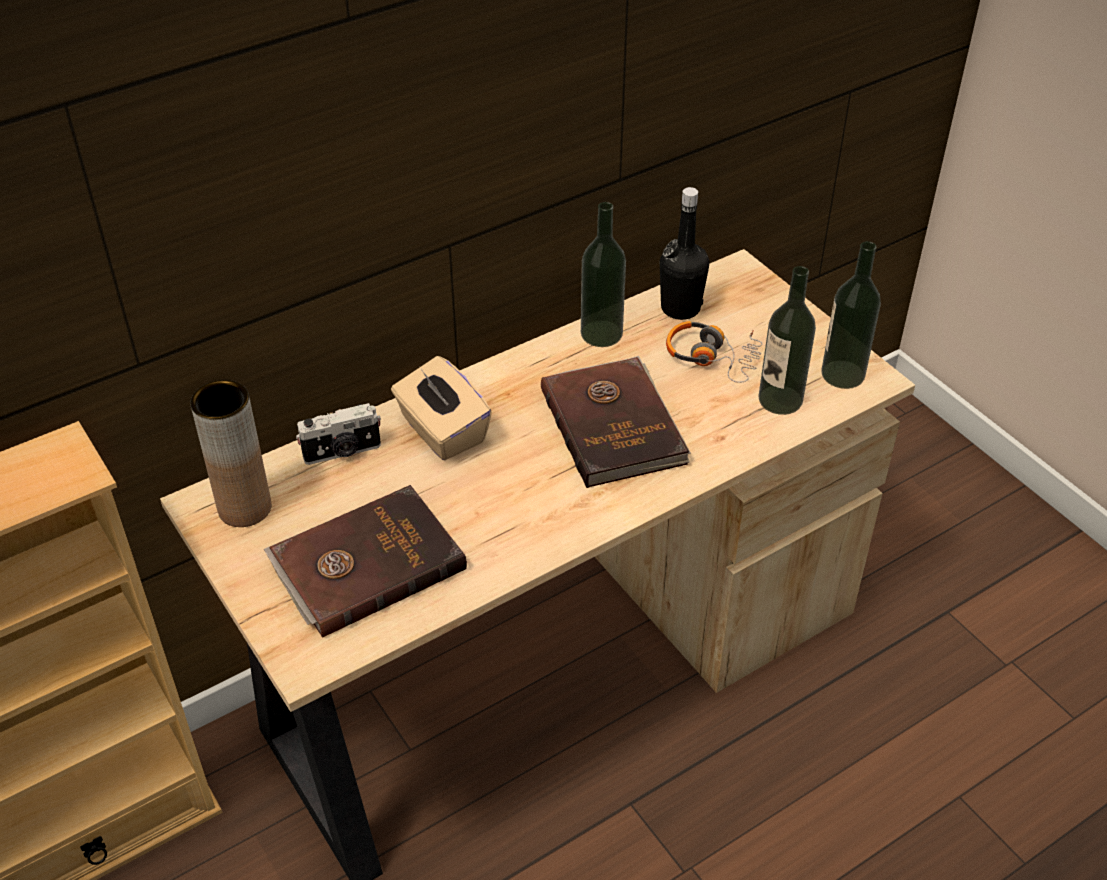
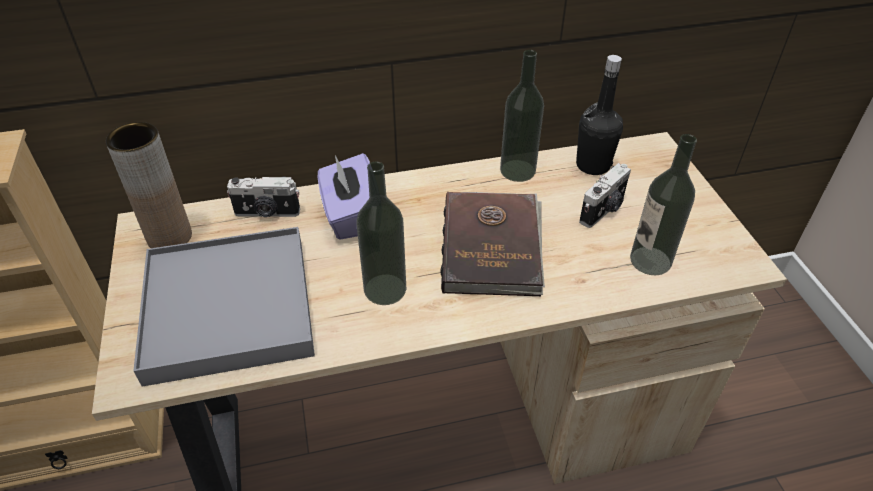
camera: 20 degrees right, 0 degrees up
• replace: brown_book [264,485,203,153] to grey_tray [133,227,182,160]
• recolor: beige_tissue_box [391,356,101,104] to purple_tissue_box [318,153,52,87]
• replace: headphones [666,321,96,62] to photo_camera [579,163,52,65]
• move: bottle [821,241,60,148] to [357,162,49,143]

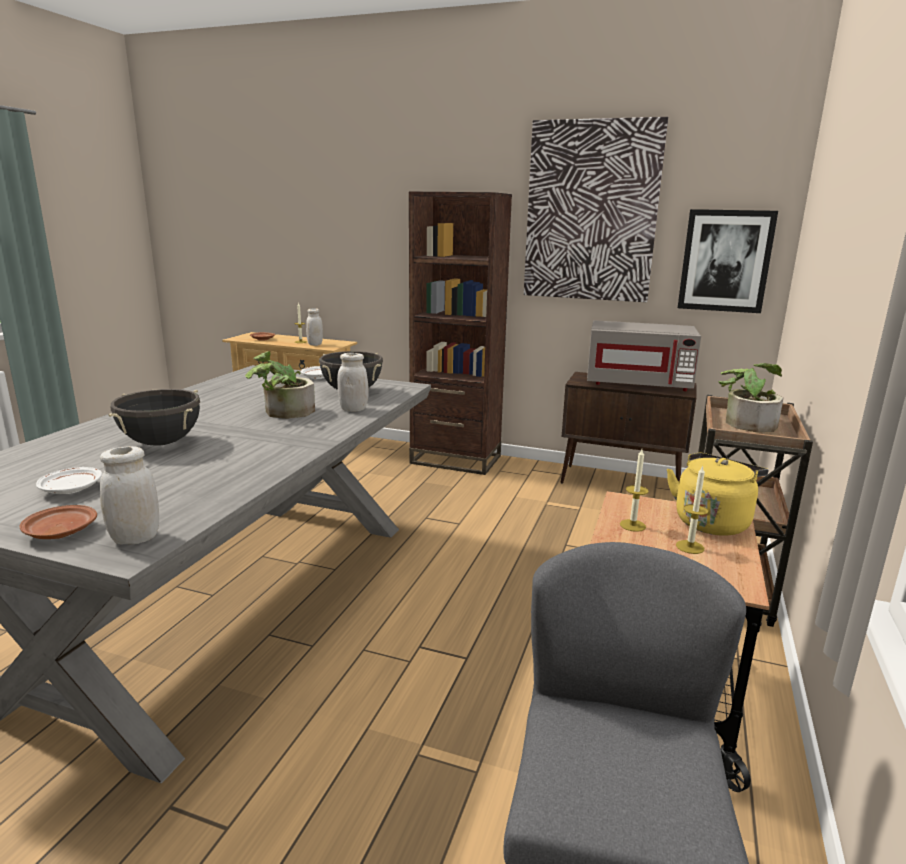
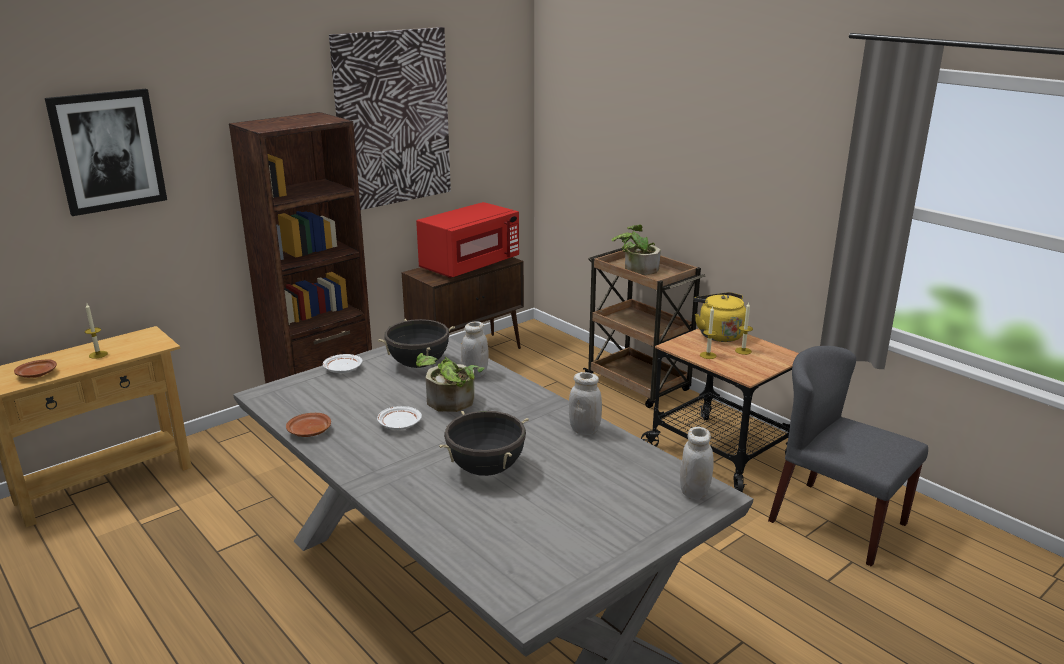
camera: 60 degrees left, 5 degrees up
• move: brown_plate [19,505,78,34] to [286,413,45,24]
• move: white_plate [36,467,66,27] to [377,406,45,24]
• move: white_jar [306,308,17,38] to [569,372,33,63]
• recolor: grey_microwave [587,320,114,71] to red_microwave [416,202,103,76]
• move: picture [678,209,100,104] to [45,89,122,127]

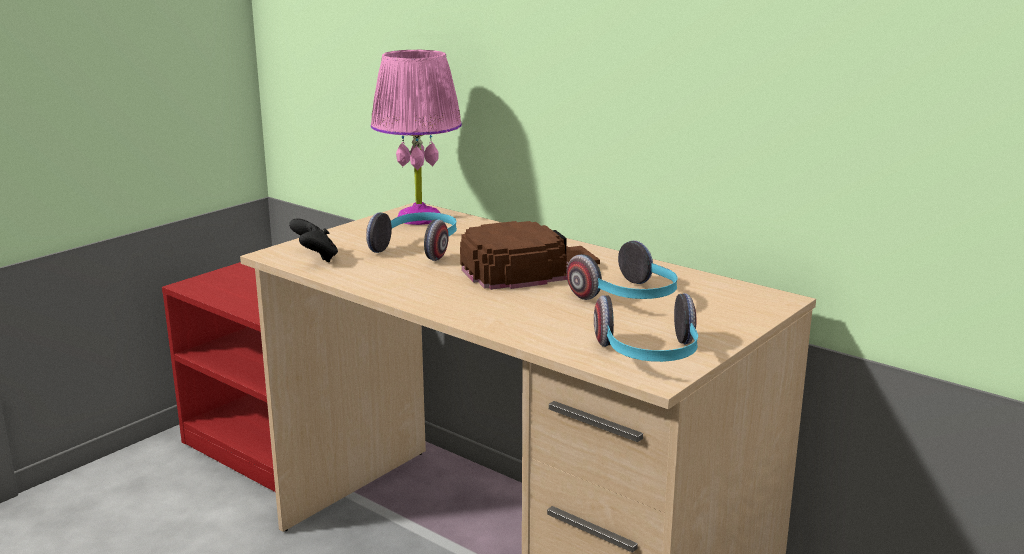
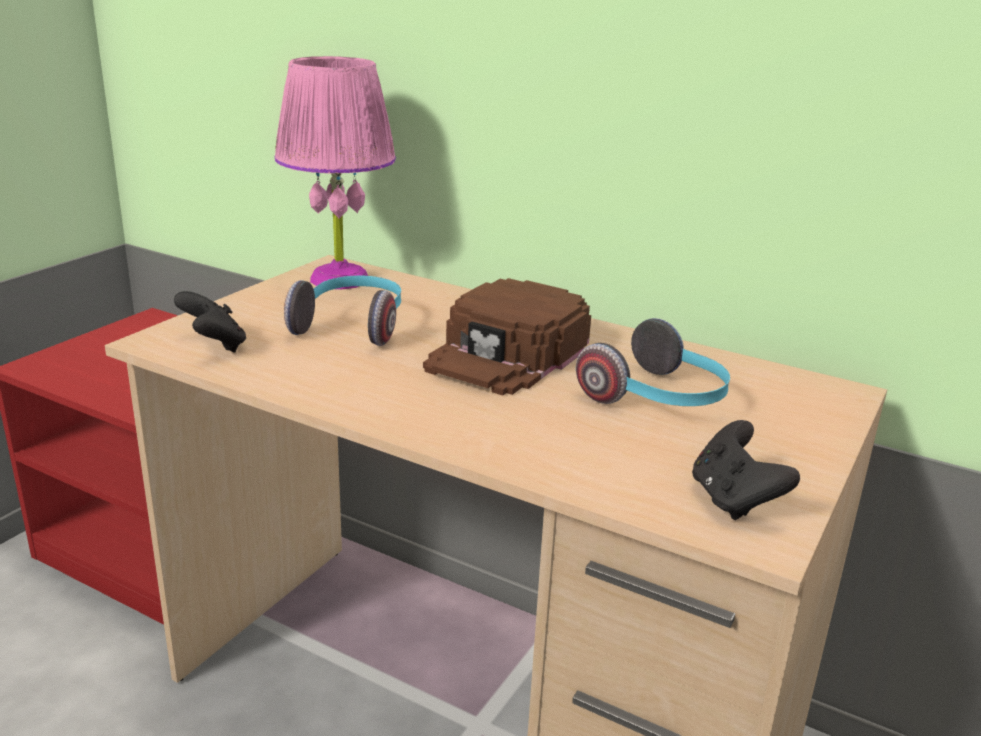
camera: 10 degrees left, 5 degrees up
• rotate: brown_cap [460,221,140,69] = [423,278,168,117] 150 degrees clockwise
• replace: headphones [594,293,104,69] to black_game_controller [692,420,108,100]

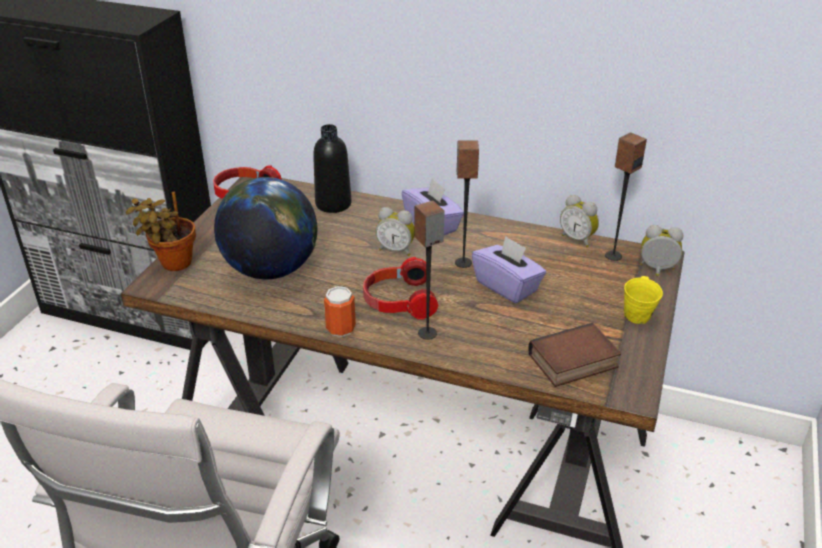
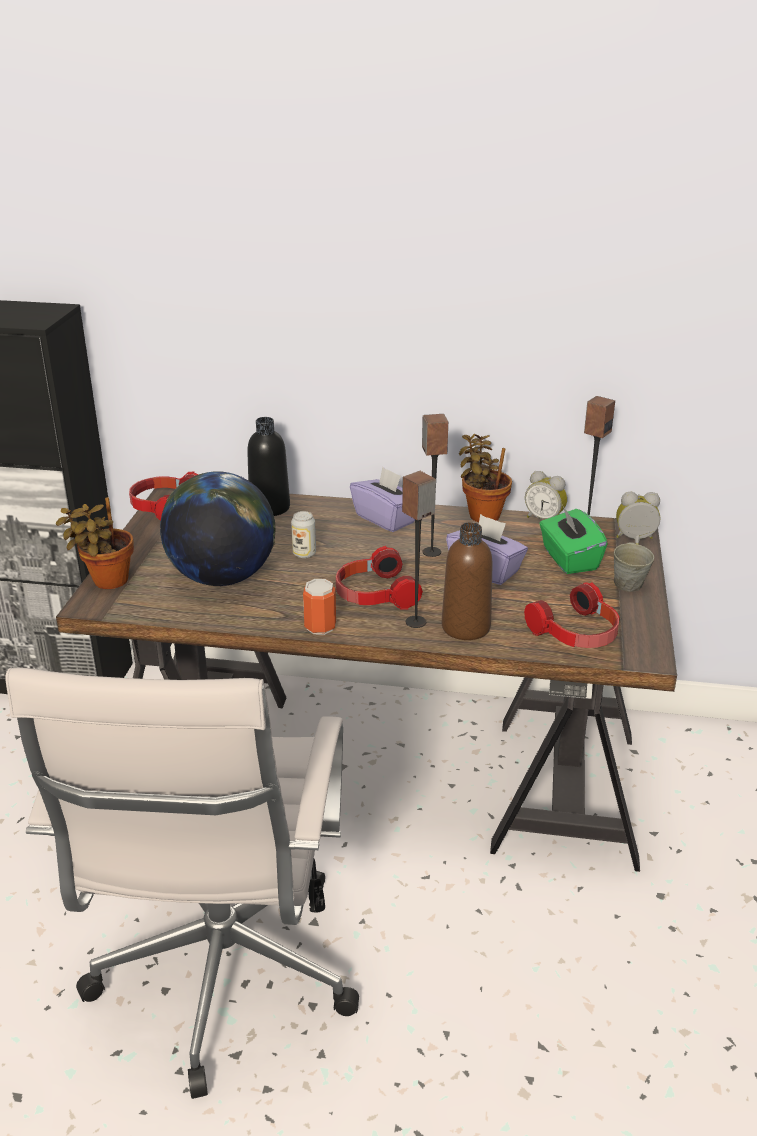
camera: 10 degrees left, 5 degrees down
• delete: alarm_clock [375,207,40,49]
• replace: book [528,323,93,64] to headphones [524,582,96,66]
• recolor: yellow_mug [624,276,39,48] to grey_mug [614,542,40,50]
• insert: can [291,511,25,47]
• insert: brown_bottle [442,522,51,118]
• insert: potted_plant [459,434,53,88]
• insert: green_tissue_box [539,506,69,68]

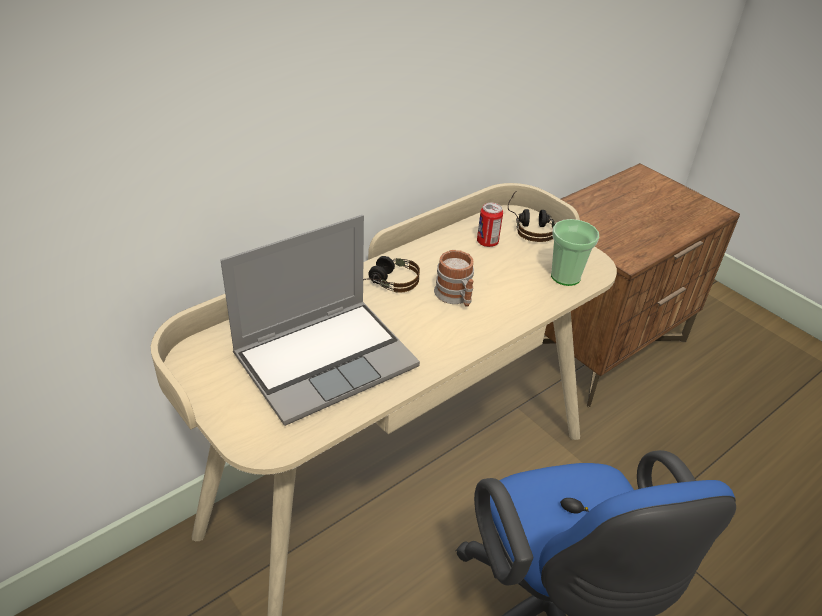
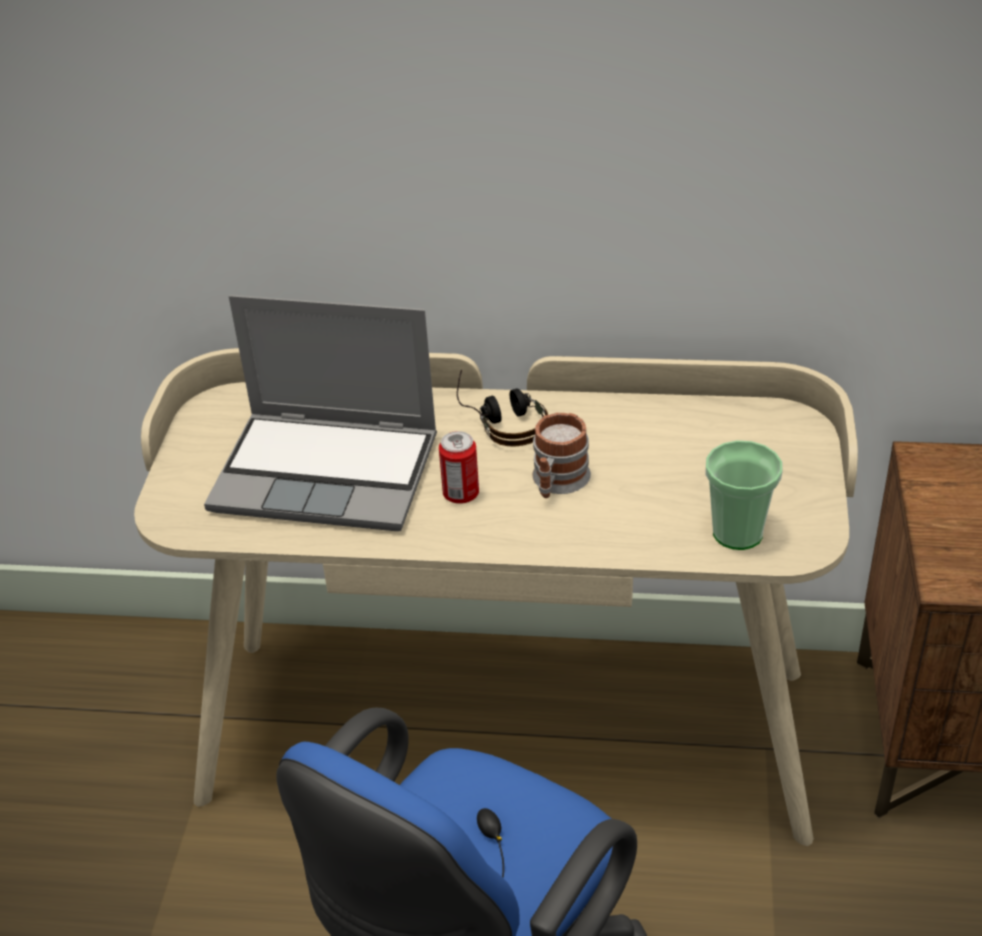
camera: 50 degrees right, 0 degrees up
• move: can [477,203,26,44] to [439,431,40,73]
• delete: headphones [508,191,47,51]

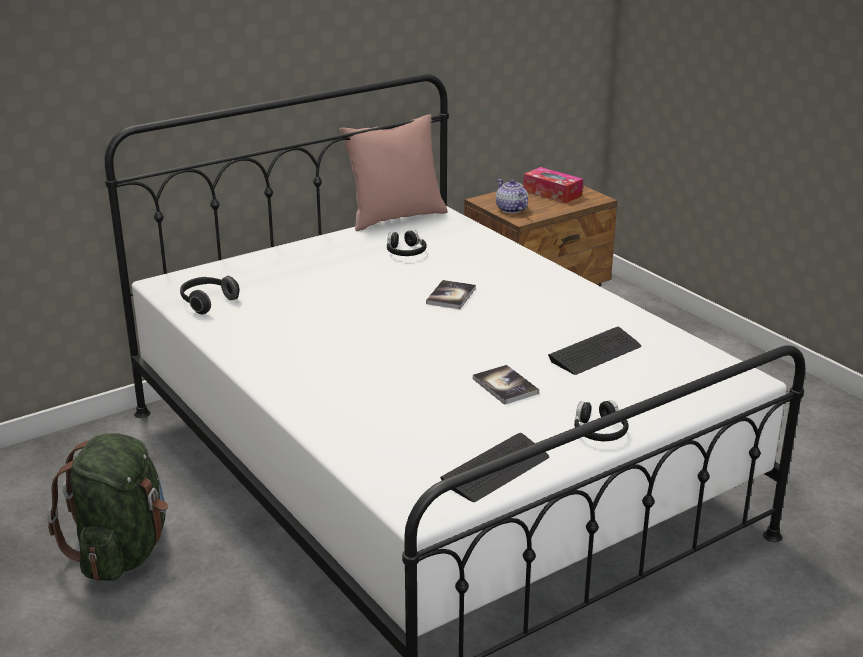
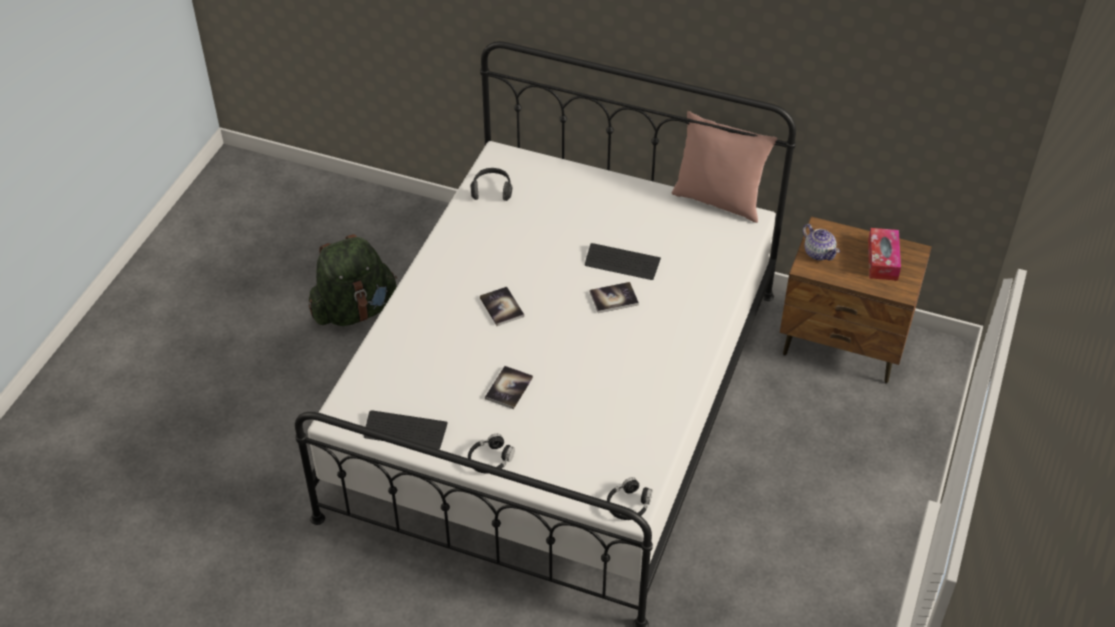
camera: 55 degrees right, 20 degrees up
• move: black_headphones [387,230,40,26] to [607,477,45,43]
• rotate: teapot [496,179,32,34] = [803,224,37,37] 120 degrees clockwise
• move: keyboard [548,327,93,48] to [585,243,76,37]
• insert: book [480,287,44,39]

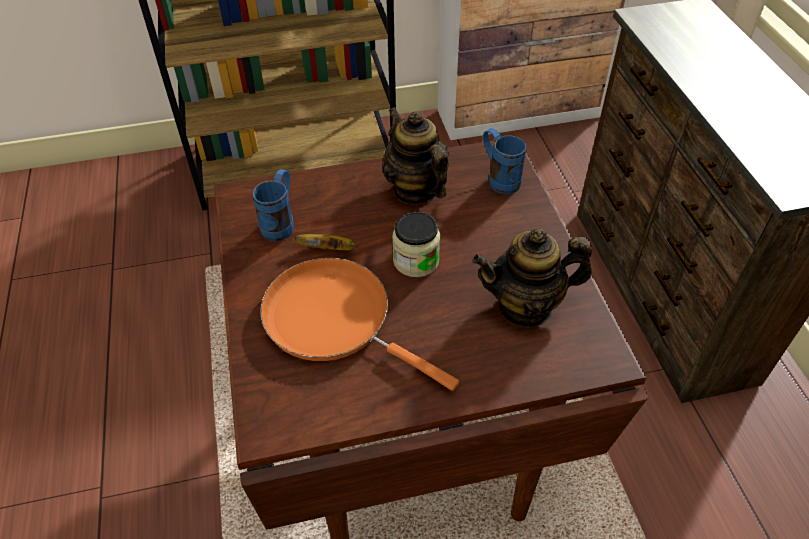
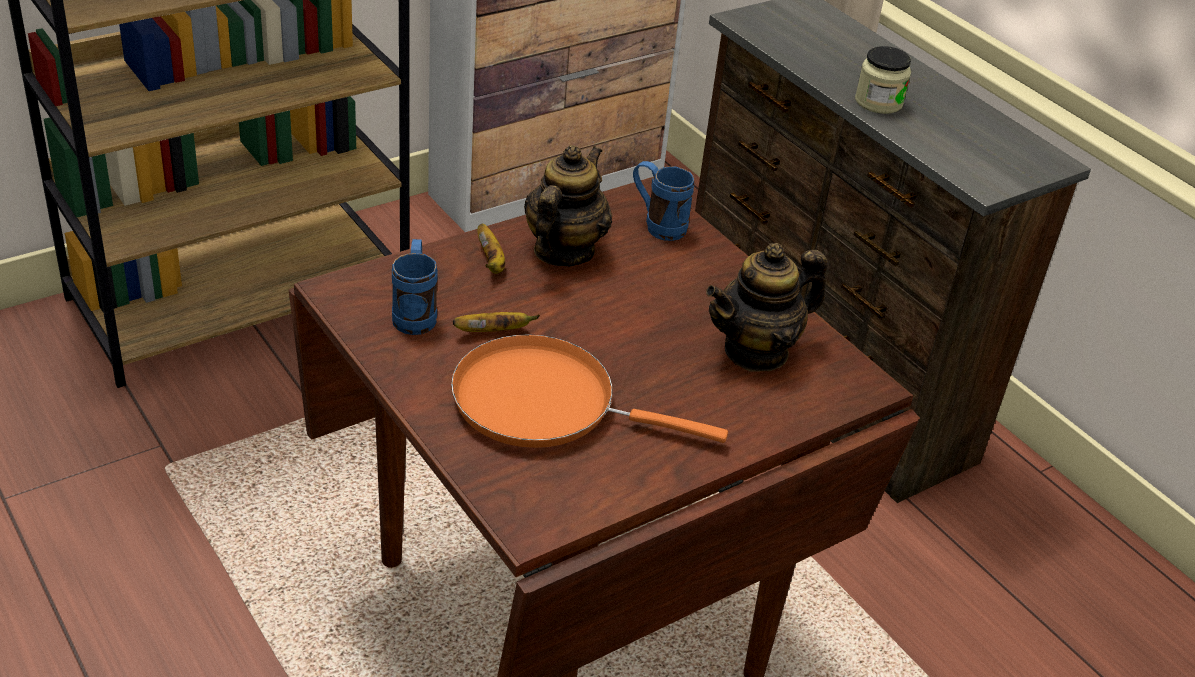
camera: 25 degrees left, 10 degrees down
• rotate: teapot [382,107,67,98] = [524,145,88,121] 75 degrees clockwise
• move: jar [392,212,48,65] to [855,46,56,68]
• insert: banana [478,224,27,50]

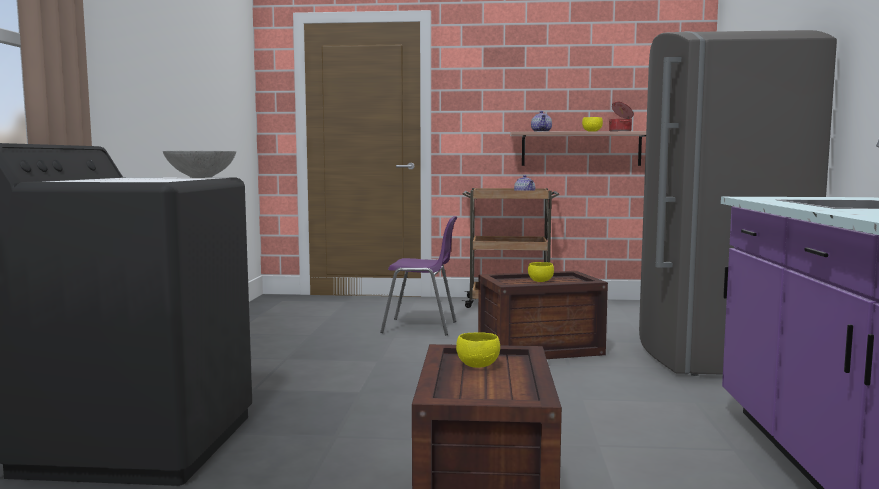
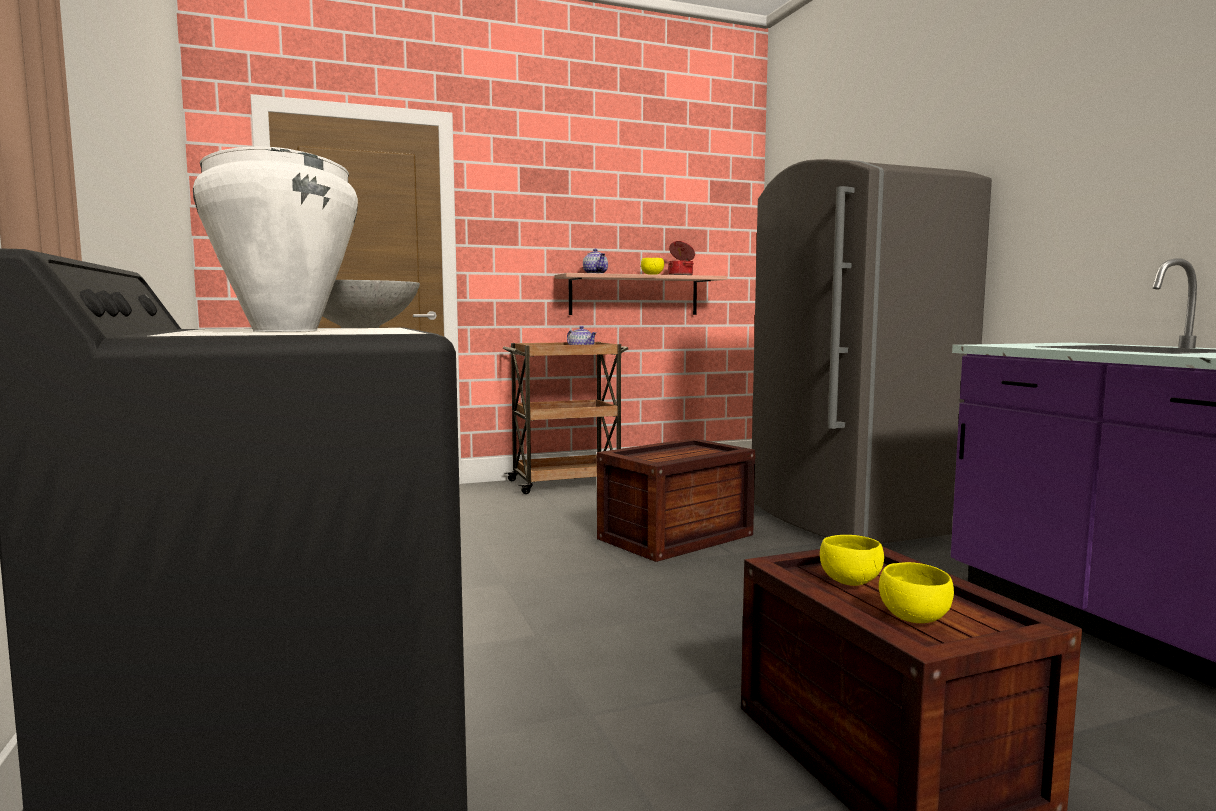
camera: 25 degrees left, 0 degrees up
• delete: purple_chair [380,216,77,119]
• move: yellow_bowl [528,262,26,20] to [879,562,75,61]
• insert: white_cooking_pot [193,147,165,185]

